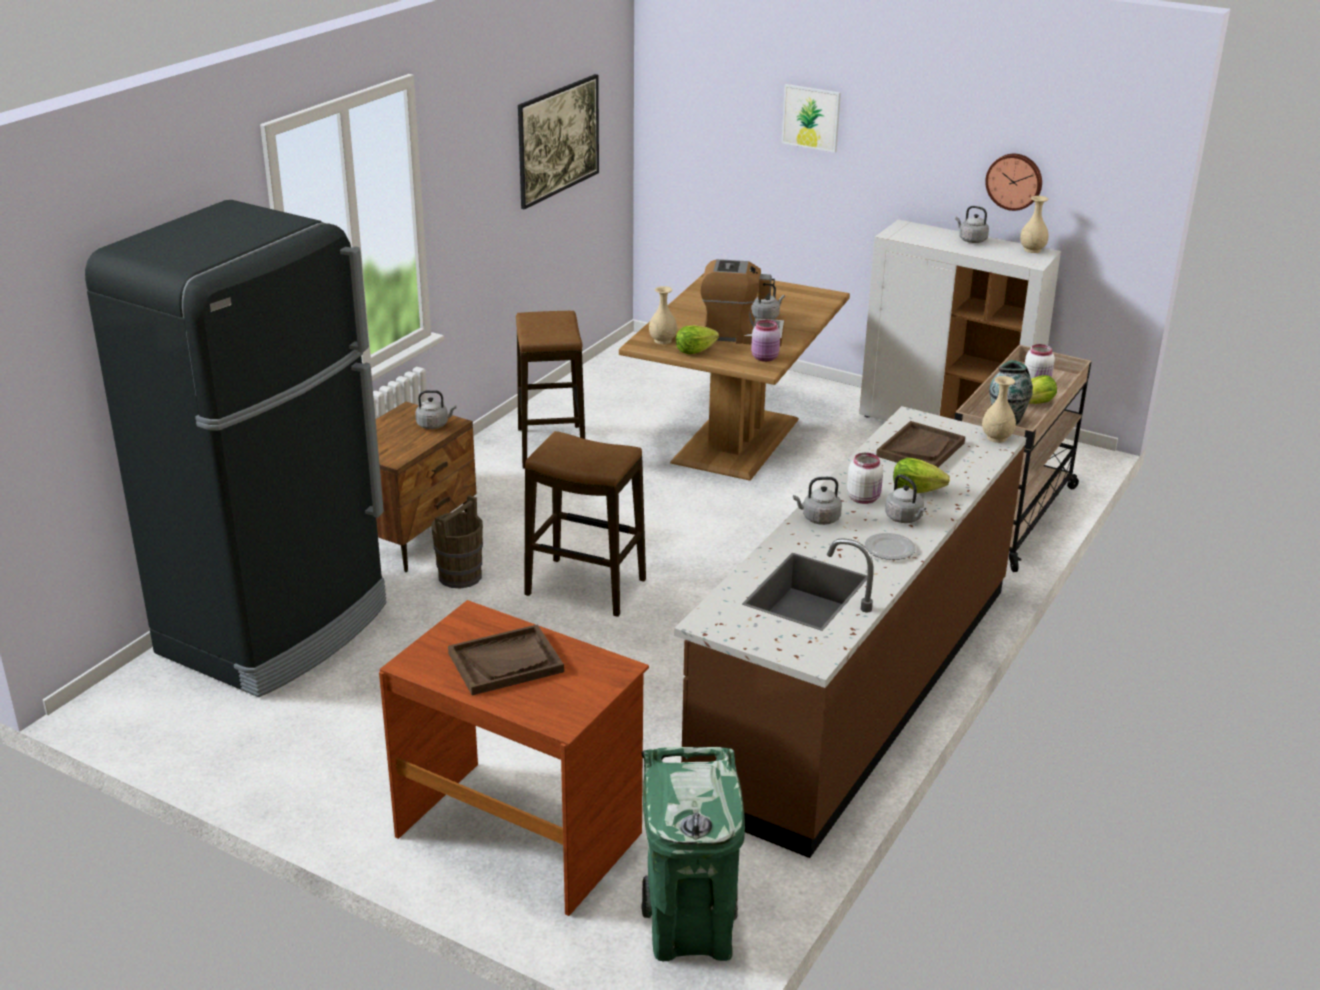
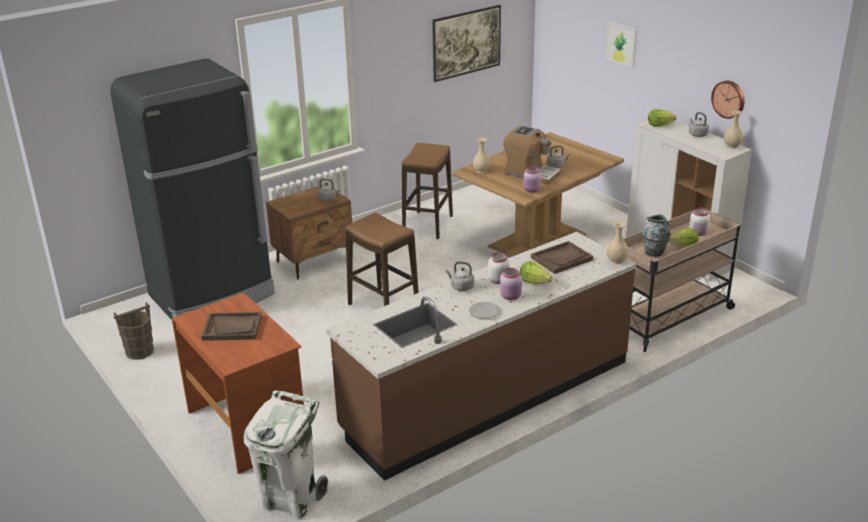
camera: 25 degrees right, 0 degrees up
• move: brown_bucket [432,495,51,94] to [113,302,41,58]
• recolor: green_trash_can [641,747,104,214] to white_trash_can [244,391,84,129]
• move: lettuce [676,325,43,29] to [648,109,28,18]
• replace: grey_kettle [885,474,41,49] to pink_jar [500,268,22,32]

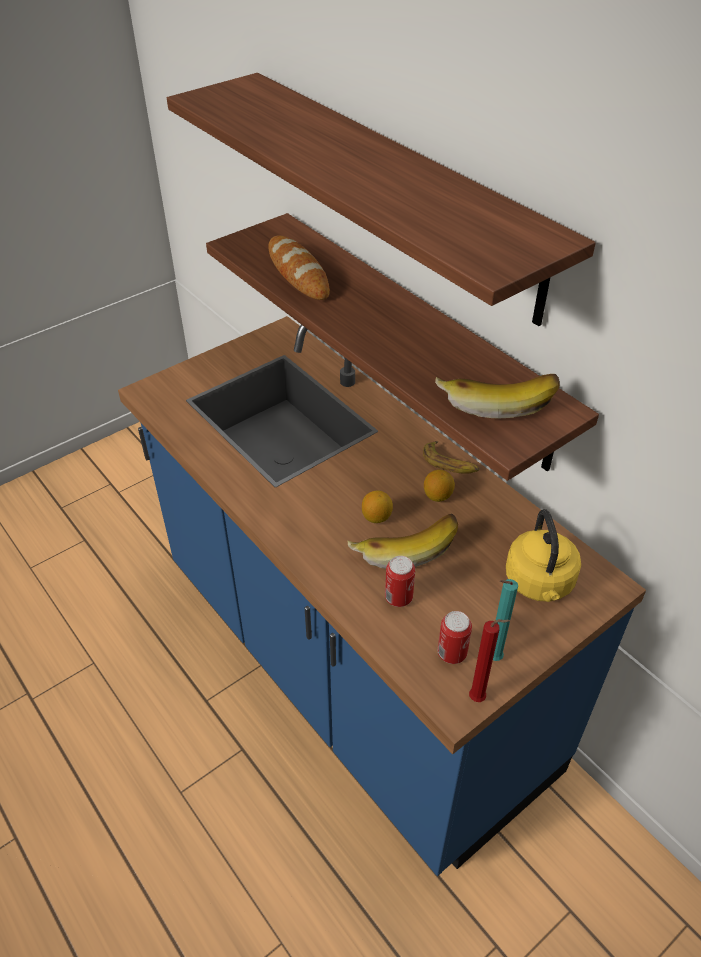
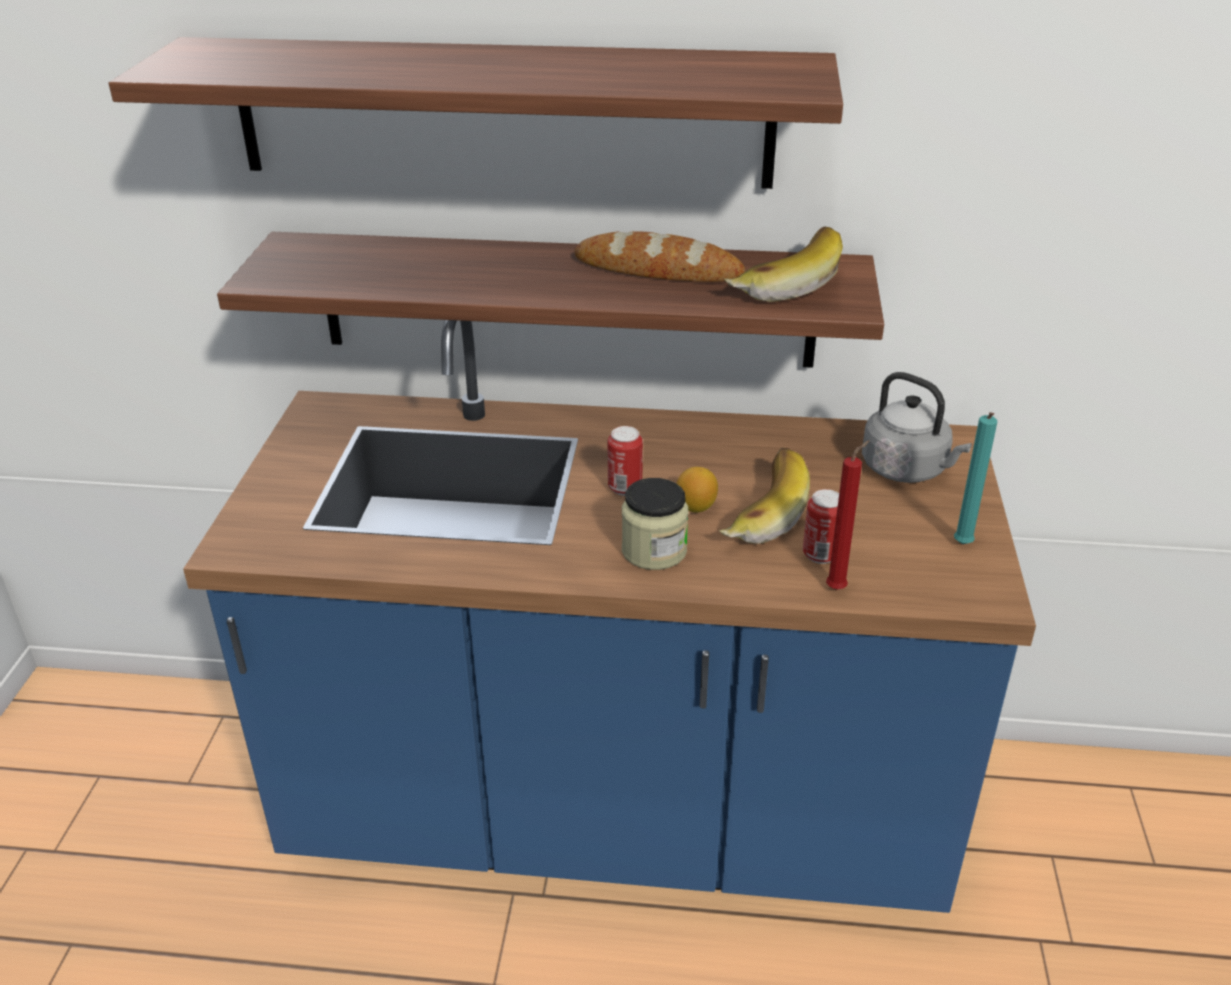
camera: 45 degrees left, 10 degrees down
• move: bread [268,236,62,64] to [574,231,171,51]
• delete: banana [423,441,56,33]
• delete: lemon [424,470,31,32]
• move: can [438,611,34,53] to [608,426,35,70]
• move: red_candle [469,619,41,83] to [826,440,44,150]
• recolor: yellow_kettle [506,509,75,93] to grey_kettle [862,372,110,111]
• insert: jar [622,478,67,92]

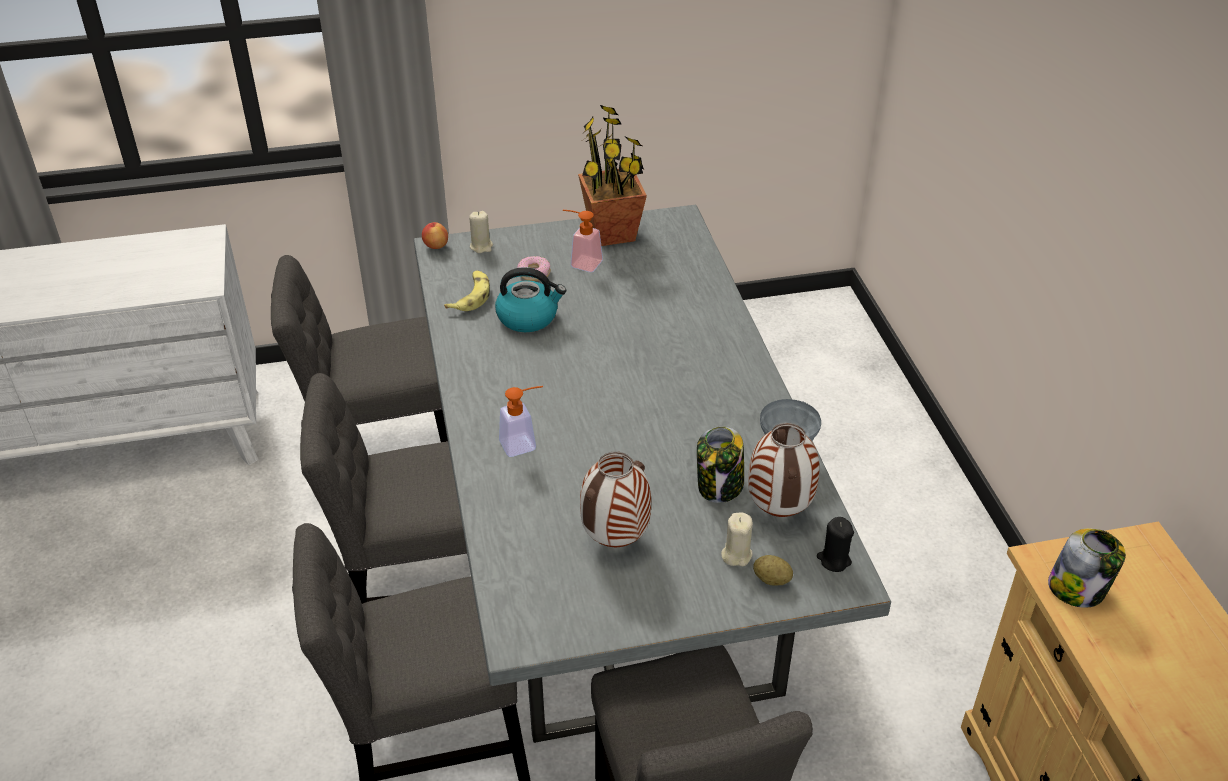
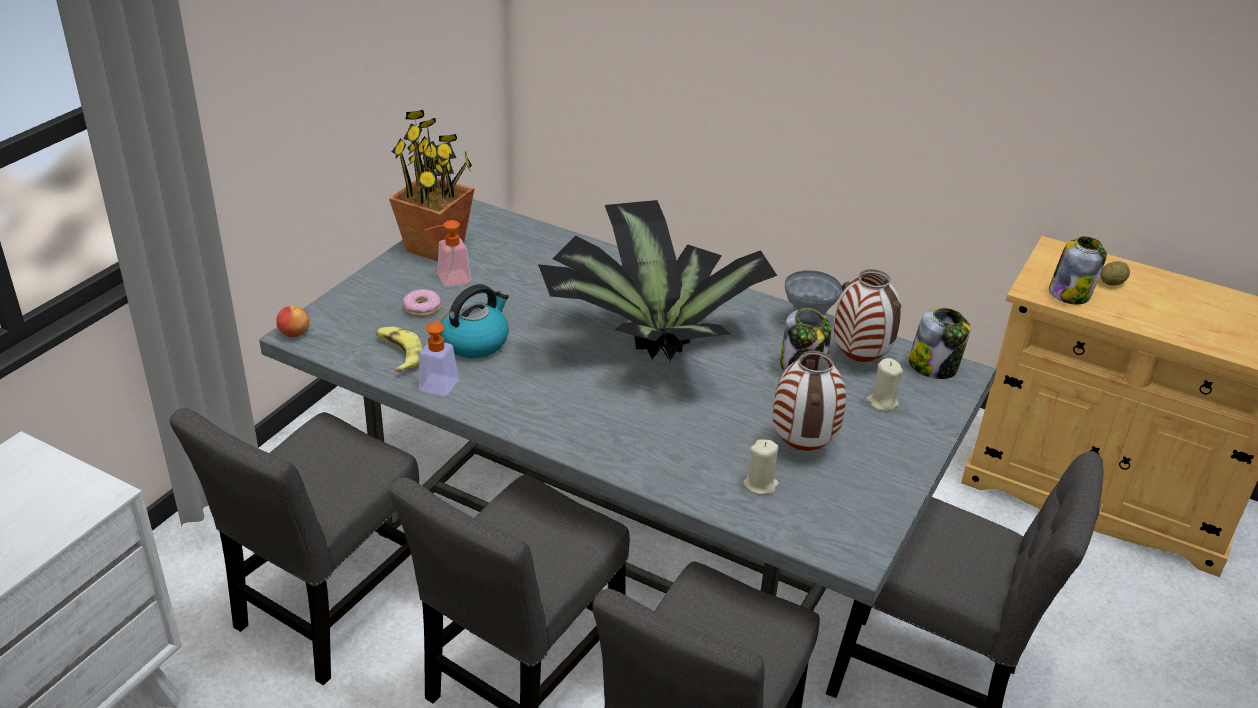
camera: 50 degrees left, 5 degrees down
• move: beige_candle [469,211,24,42] to [743,440,36,55]
• move: soap_dispenser [499,386,44,71] to [419,312,40,84]
• move: potato [753,555,40,31] to [1100,261,30,24]
• replace: black_candle [817,517,37,55] to jar [909,308,62,71]
• insert: potted_plant [538,200,239,163]

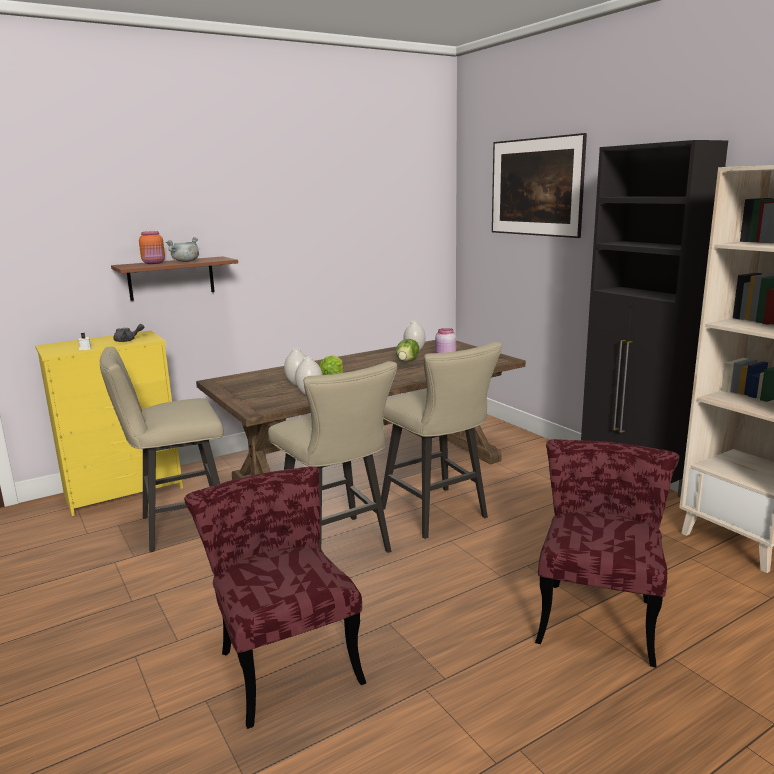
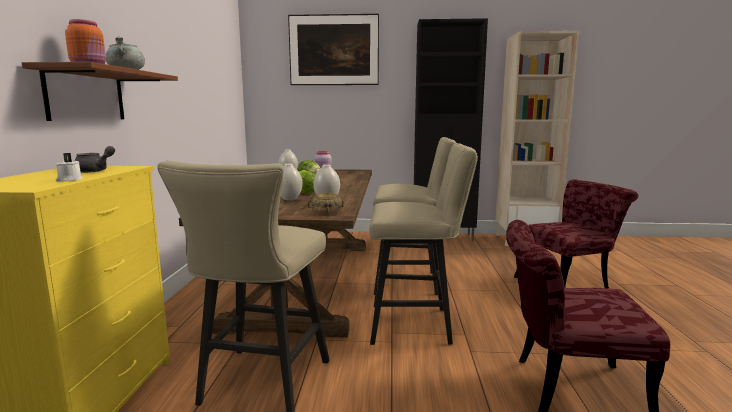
camera: 55 degrees left, 5 degrees down
• rotate: red_chair [535,439,144,228] = [514,179,124,110] 105 degrees clockwise
• insert: beige_bowl [307,193,37,23]

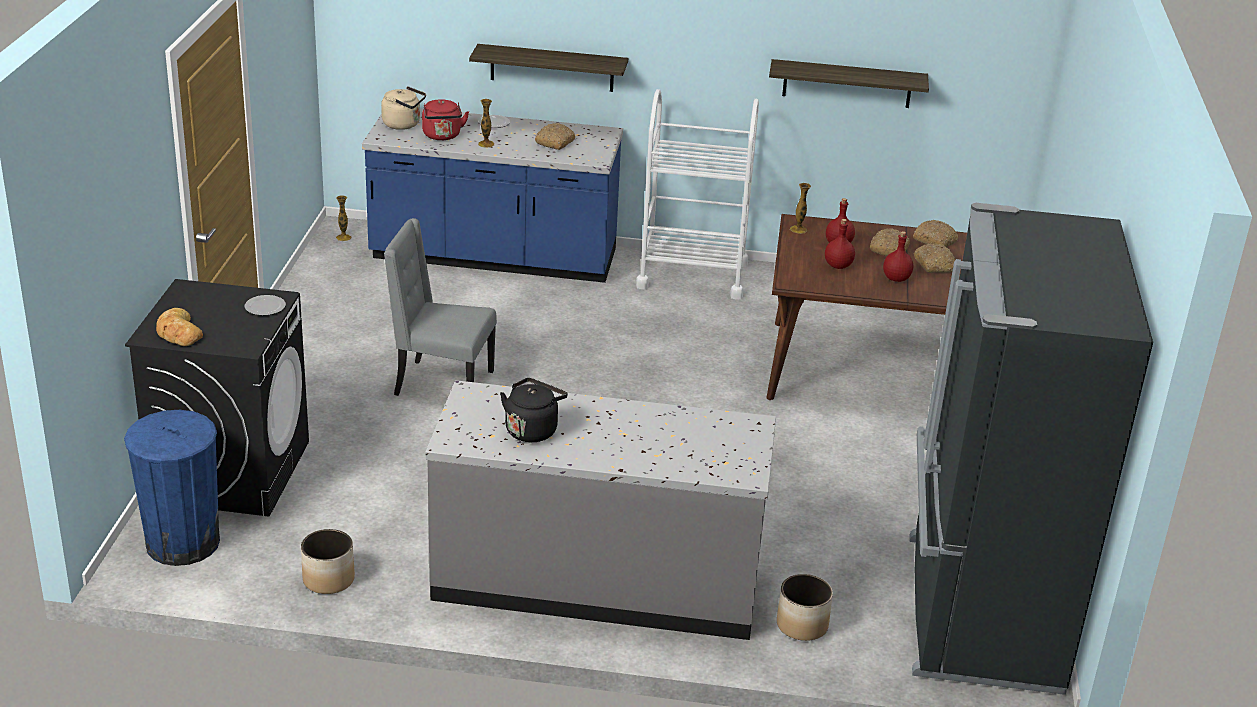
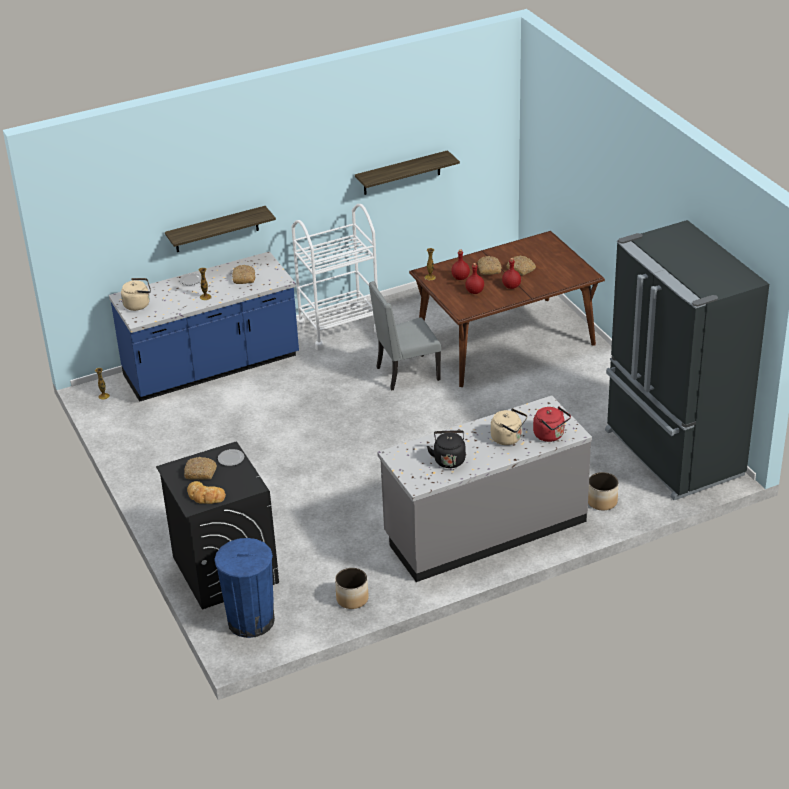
camera: 30 degrees left, 5 degrees up
• move: grey_chair [384,218,113,178] to [369,281,72,110]
• move: red_kettle [422,99,47,41] to [533,406,38,36]
• move: bread [913,220,45,27] to [184,457,33,23]
• insert: beige_kettle [491,408,36,37]

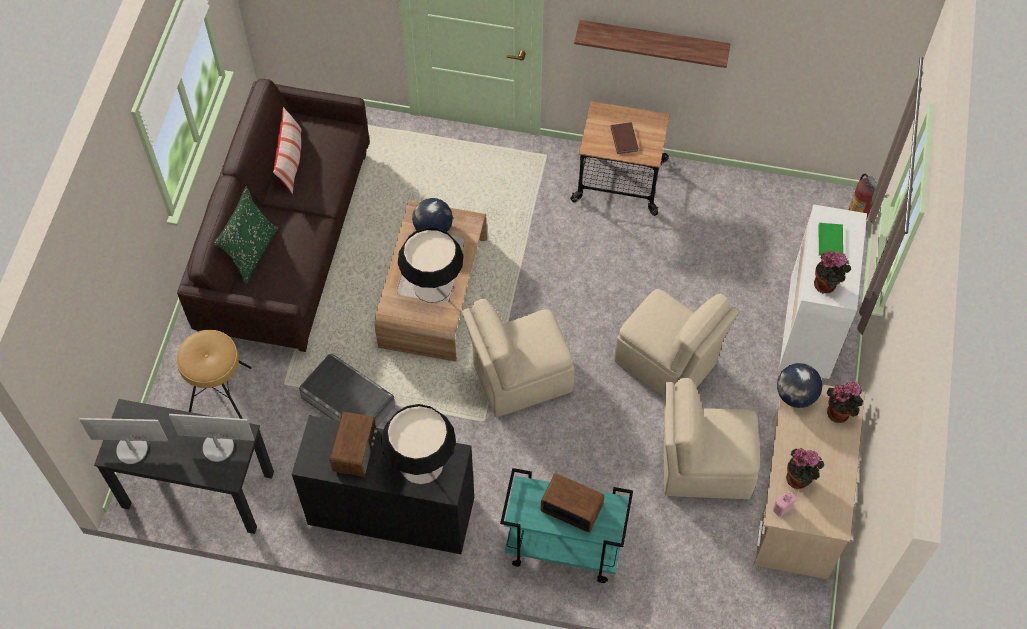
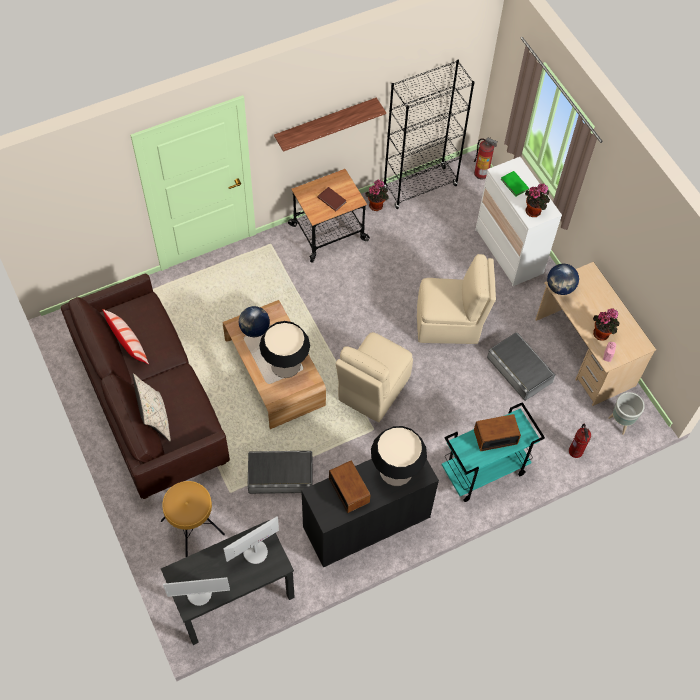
camera: 40 degrees left, 0 degrees up
• rotate: monitor [79,418,89,46] = [163,577,67,29] 150 degrees counterclockwise
• recolor: green_pillow [214,186,64,99] to beige_pillow [133,373,38,69]
• replace: beige_chair [664,378,96,121] to grey_storage_box [487,333,68,68]
• move: potted_plant [827,381,36,42] to [365,180,24,31]
• insert: black_bookcase [384,60,91,149]
• insert: fire_extinguisher [569,424,22,34]
• insert: grey_planter [608,392,37,43]

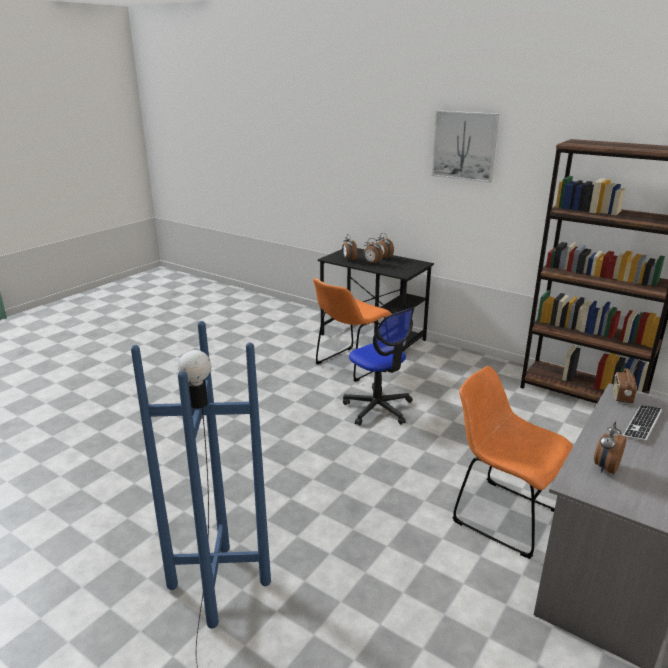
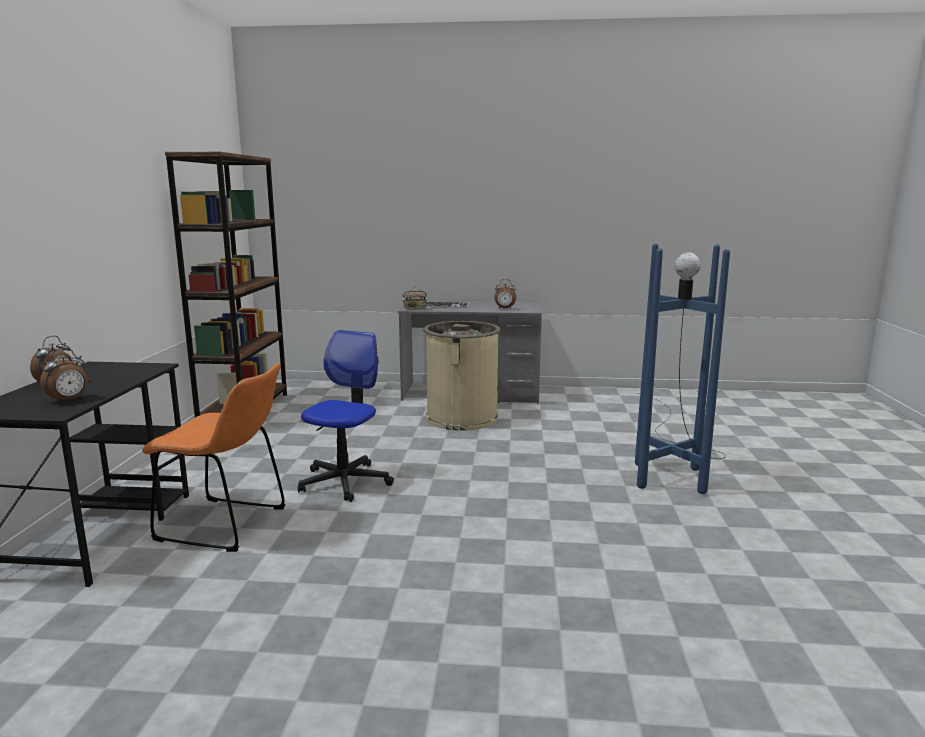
camera: 120 degrees left, 10 degrees down
• delete: alarm_clock [363,238,20,27]
• delete: picture [432,111,67,72]
• replace: orange_chair [452,366,121,193] to beige_trash_can [423,321,78,110]

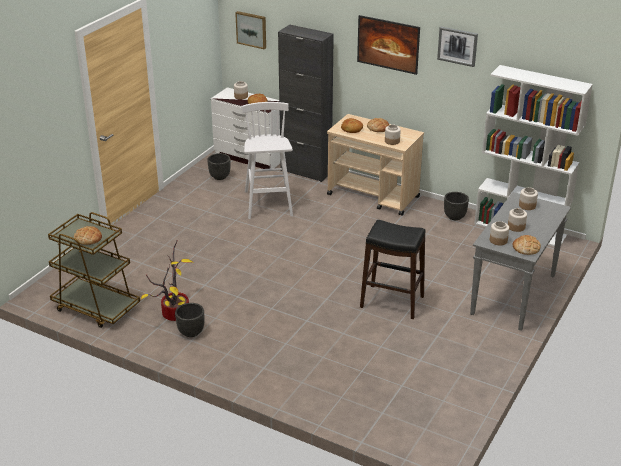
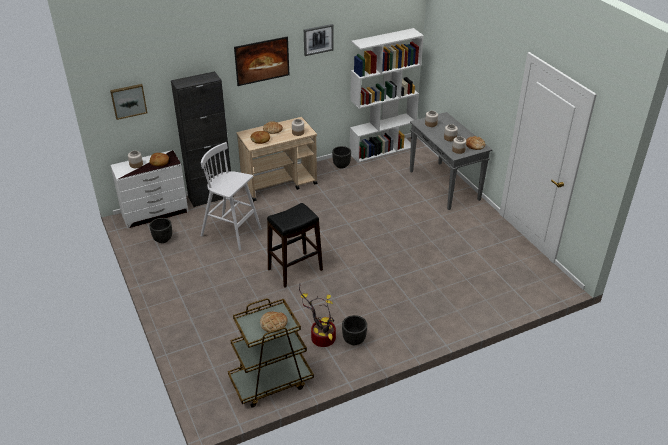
camera: 55 degrees left, 5 degrees up
• move: black_stool [360,220,66,99] to [267,203,56,84]

